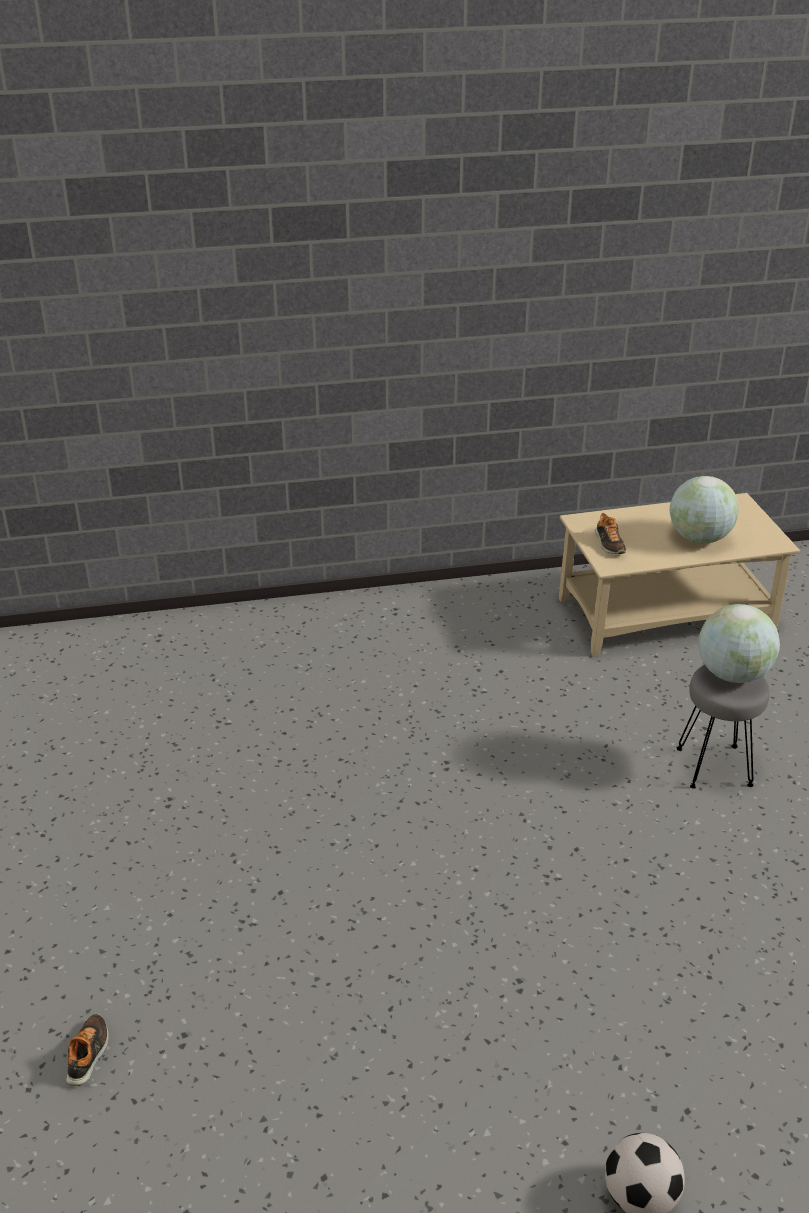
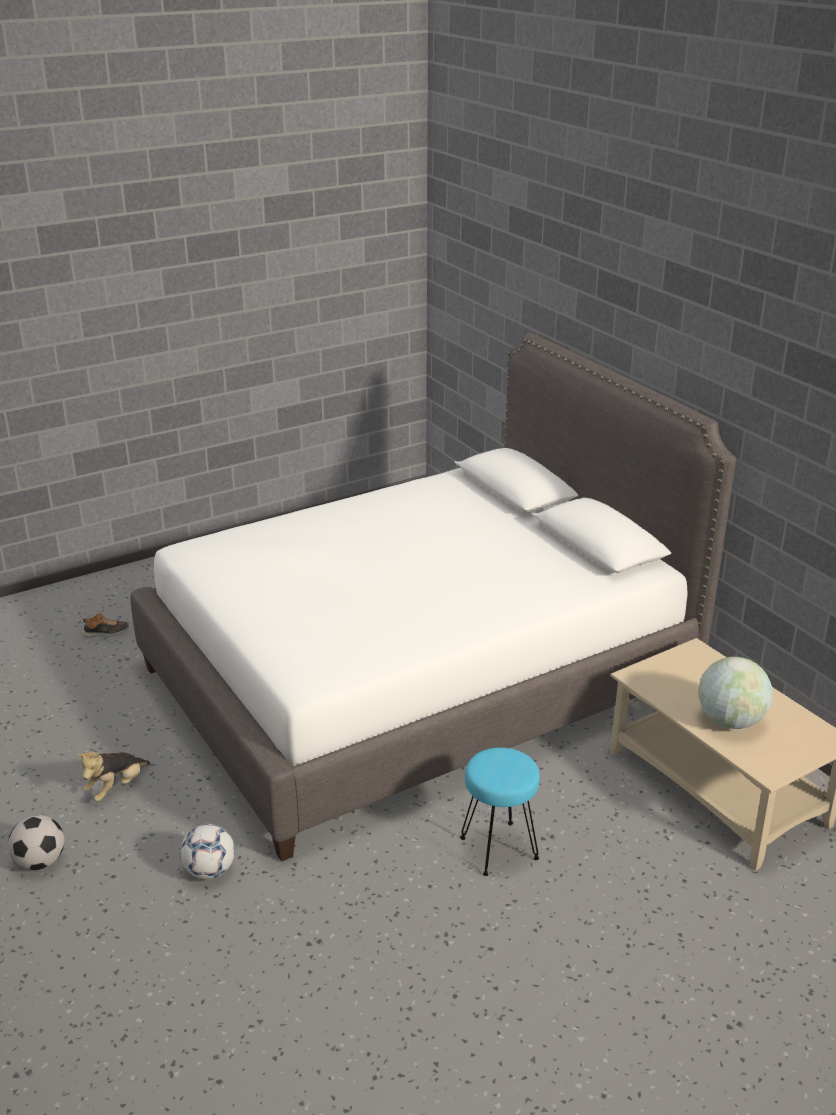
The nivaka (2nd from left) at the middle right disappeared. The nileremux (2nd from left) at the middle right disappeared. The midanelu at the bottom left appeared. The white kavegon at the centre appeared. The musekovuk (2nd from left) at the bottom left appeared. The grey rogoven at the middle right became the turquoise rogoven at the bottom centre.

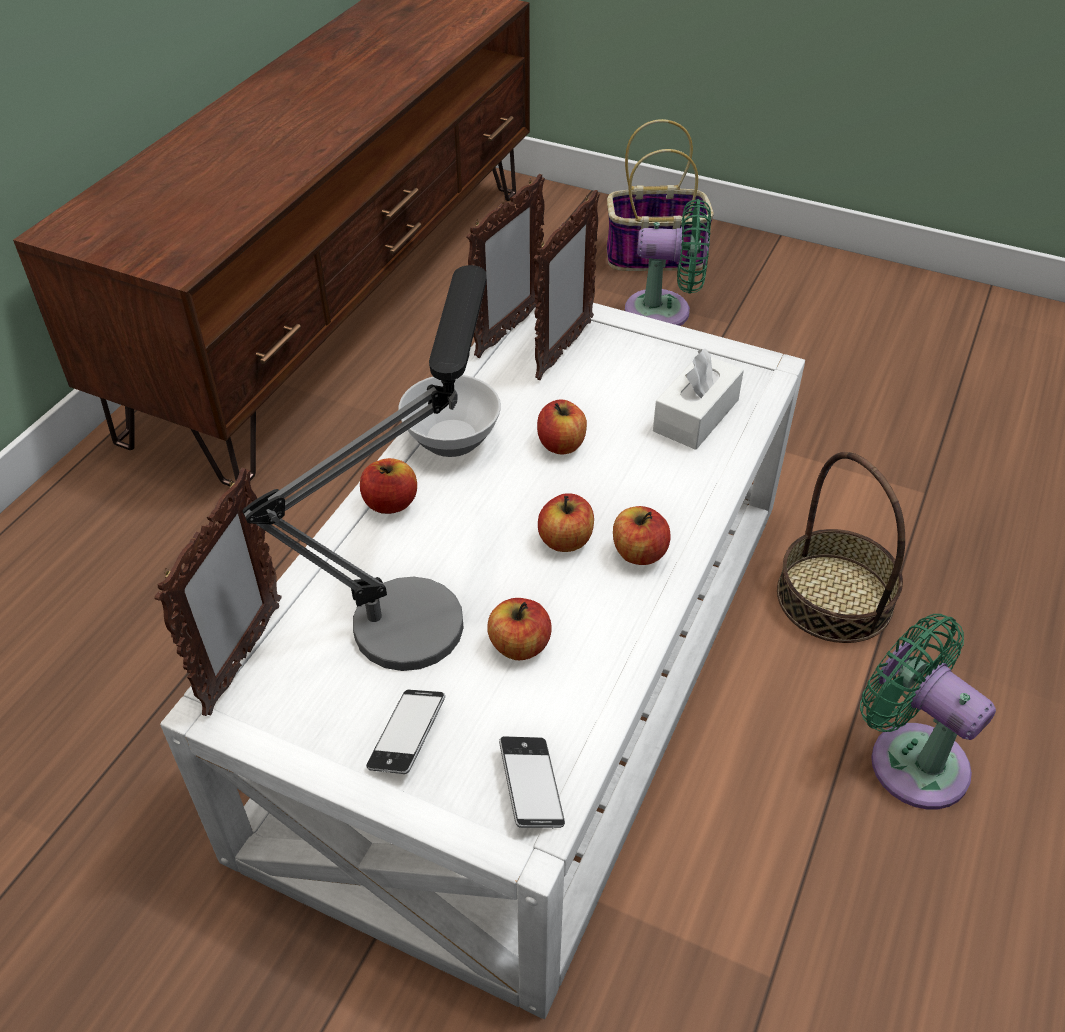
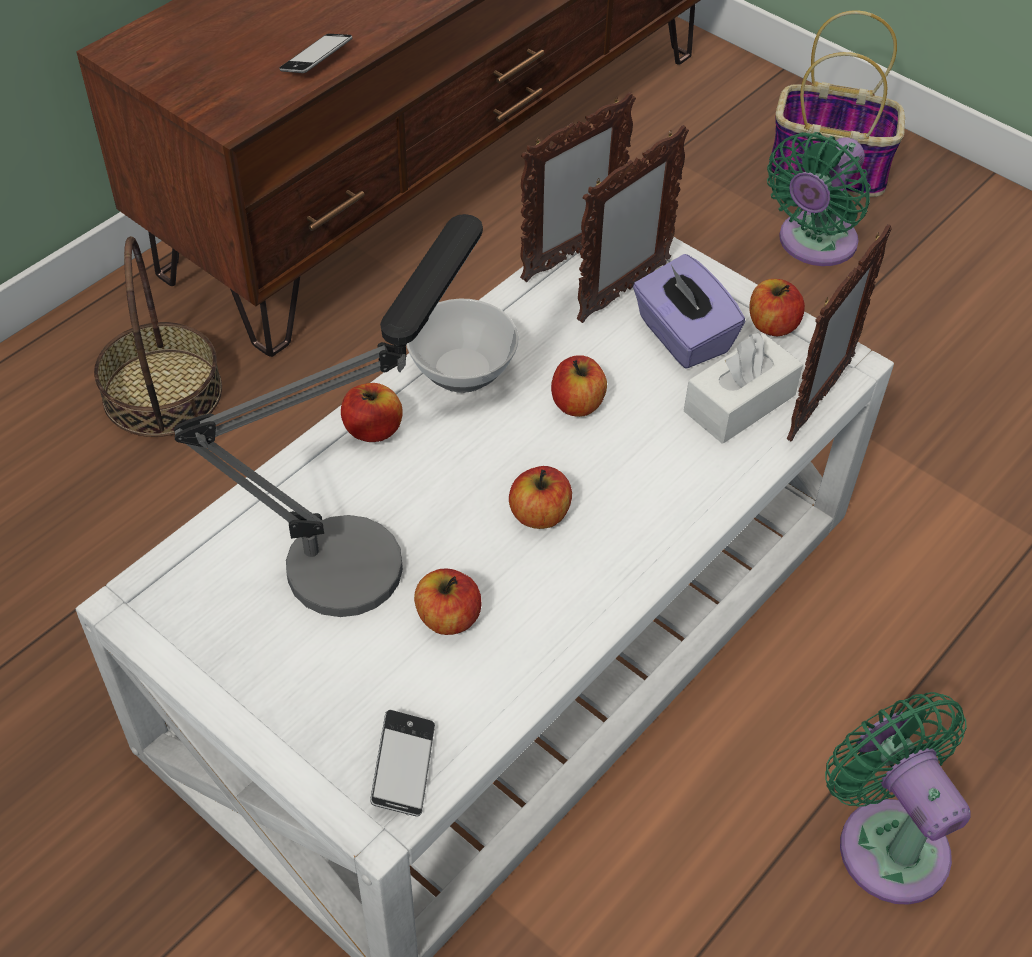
The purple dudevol at the top right appeared. The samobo (1st from left in the first image) moved from the middle left to the middle right. The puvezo (1st from left) moved from the bottom centre to the top left. The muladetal (5th from left) moved from the centre to the top right. The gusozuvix (2nd from left in the first image) moved from the middle right to the middle left. The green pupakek (1st from left) at the top centre turned 105 degrees clockwise.

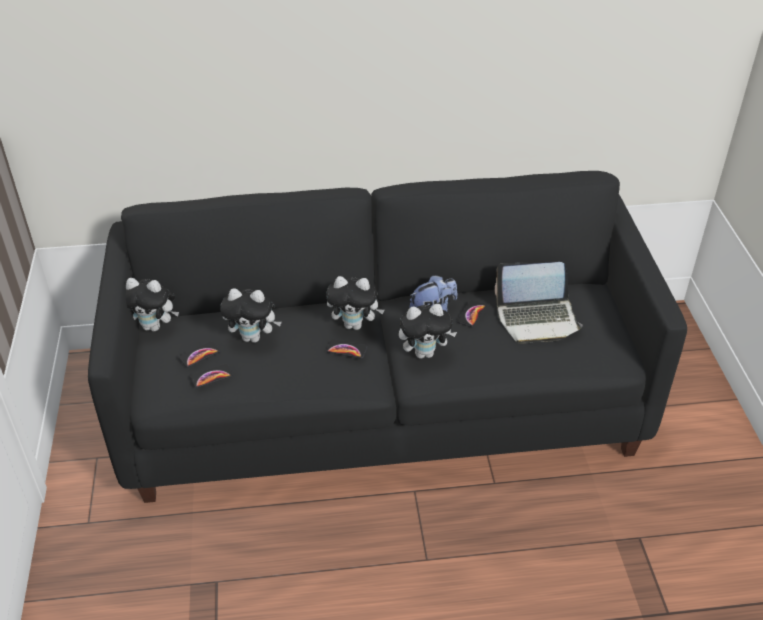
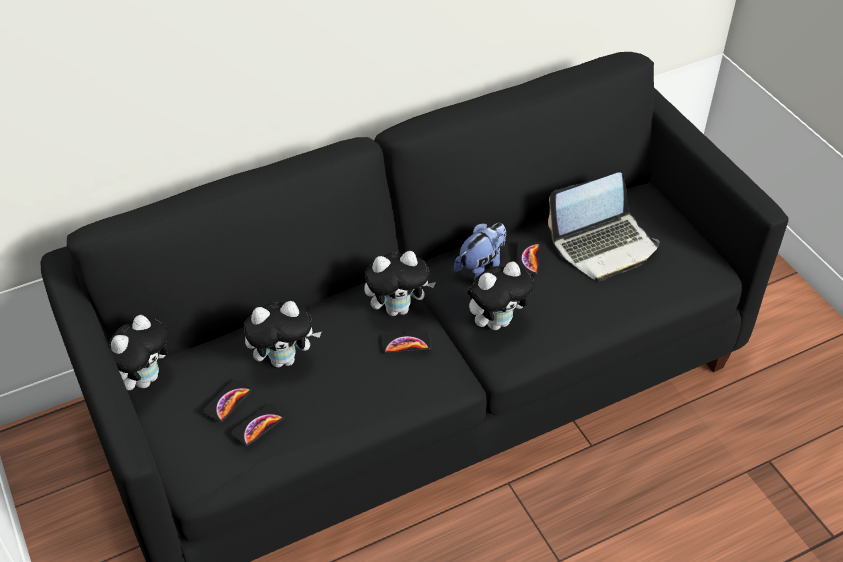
The midanelu (1st from left) at the middle left turned 45 degrees counterclockwise.

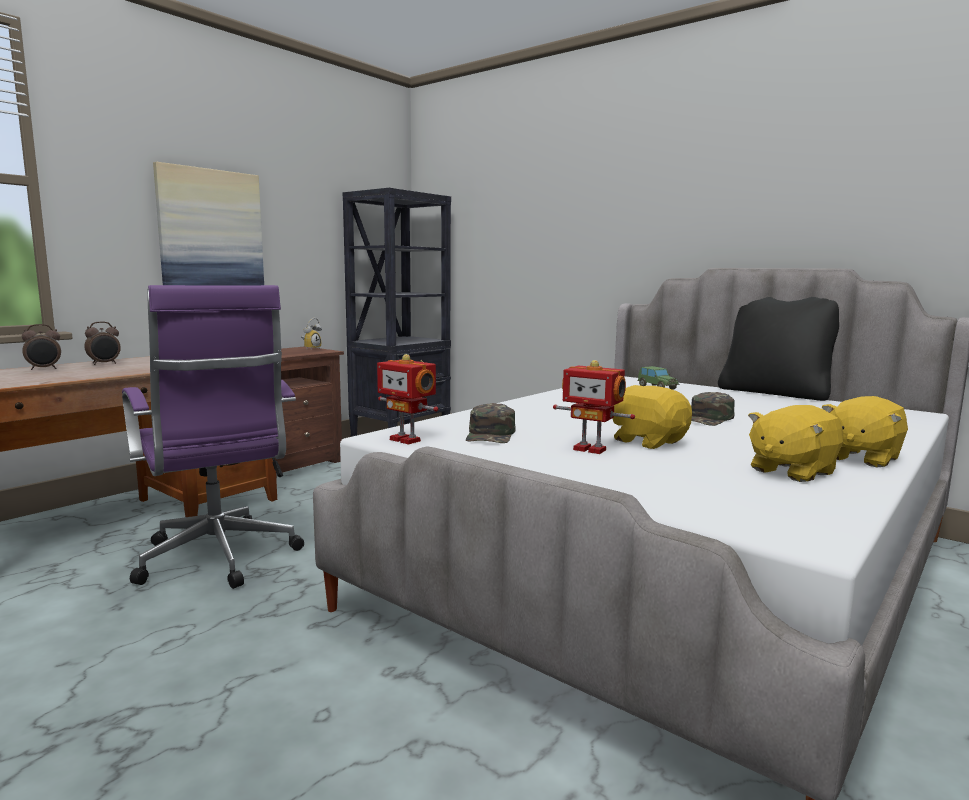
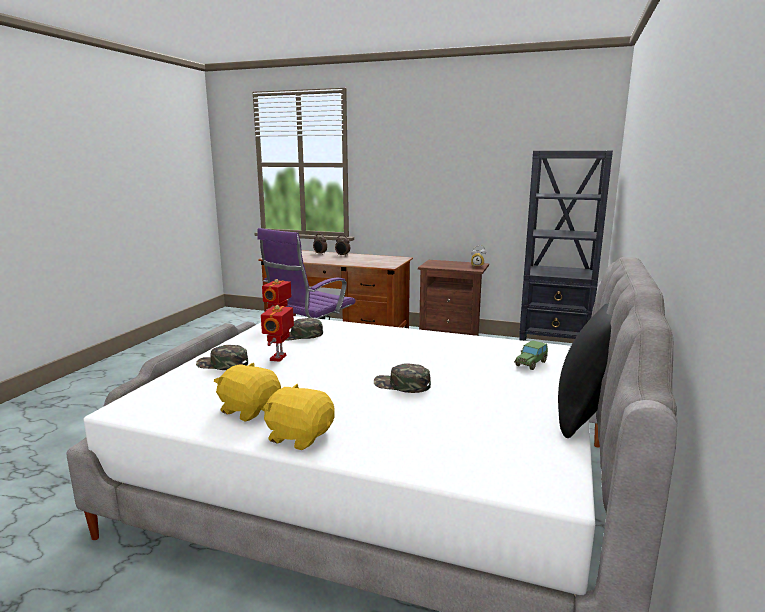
The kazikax at the top left disappeared. The yellow midanelu (1st from left) at the middle right disappeared. The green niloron (1st from left) at the middle left appeared.

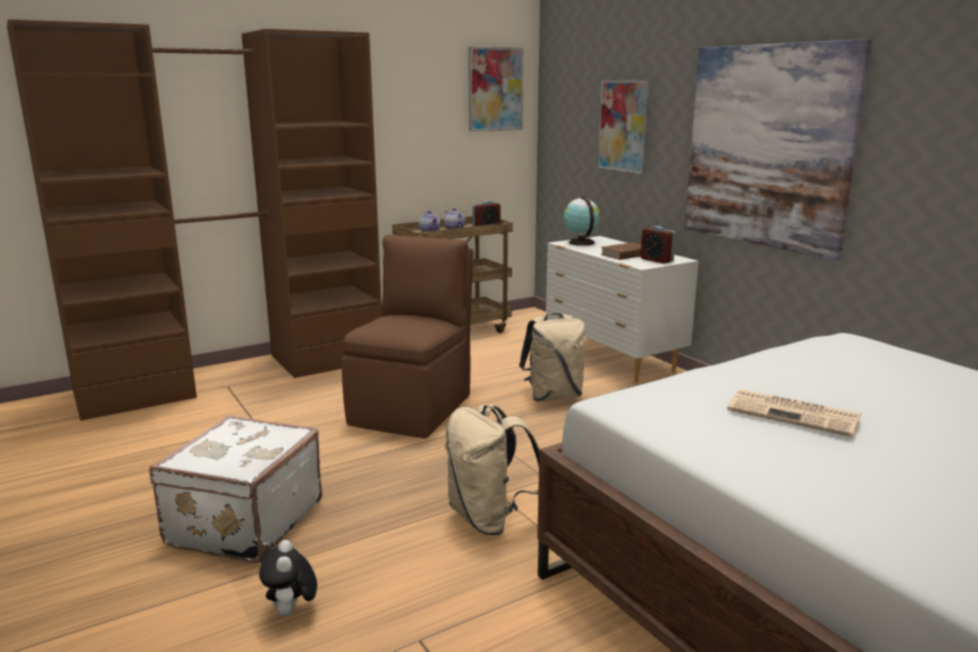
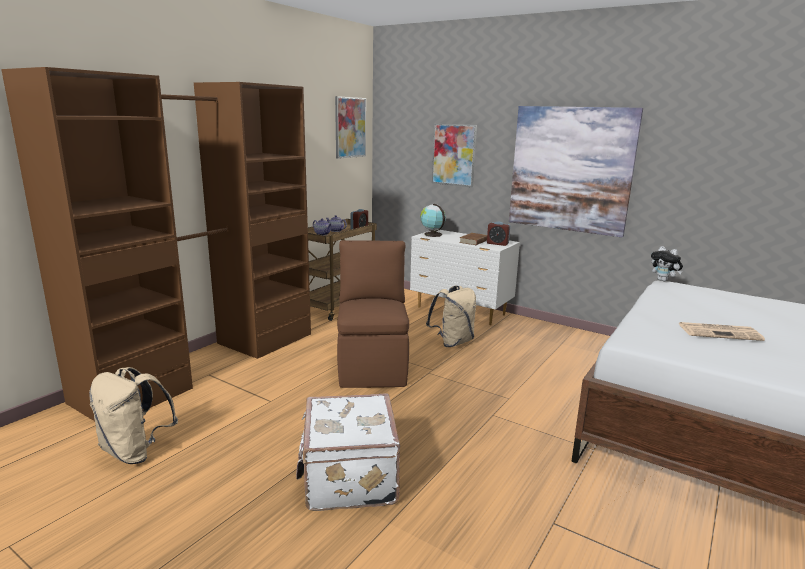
The midanelu moved from the bottom left to the middle right. The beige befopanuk (1st from left) moved from the bottom centre to the bottom left.

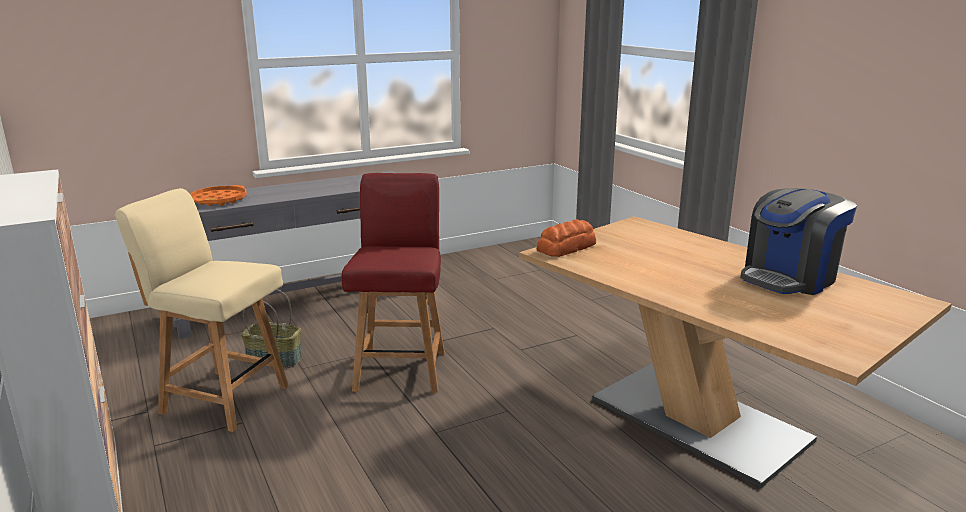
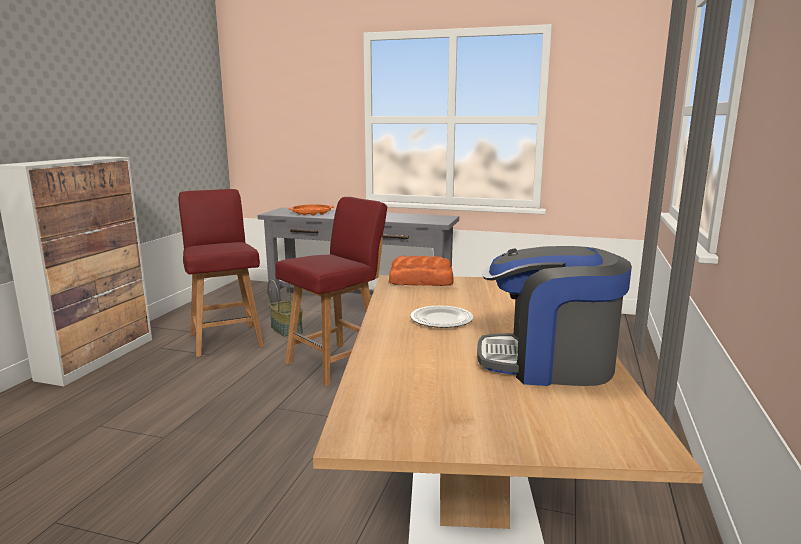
The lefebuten at the centre appeared. The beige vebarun at the middle left became the red vebarun (1st from left) at the middle left.

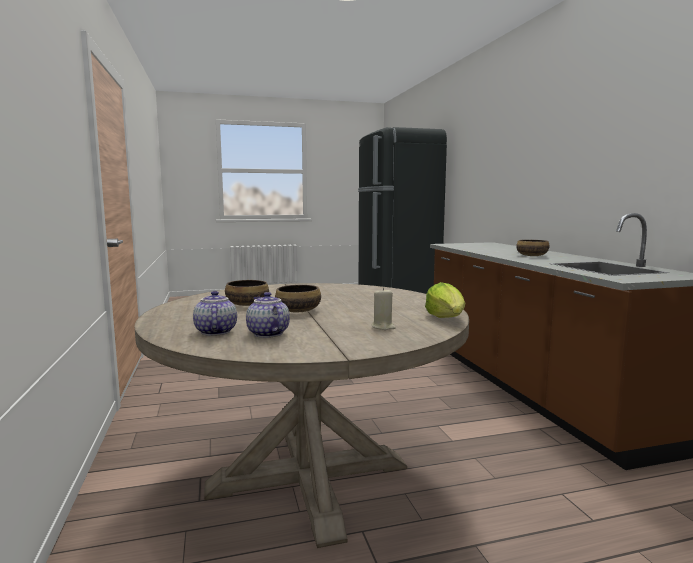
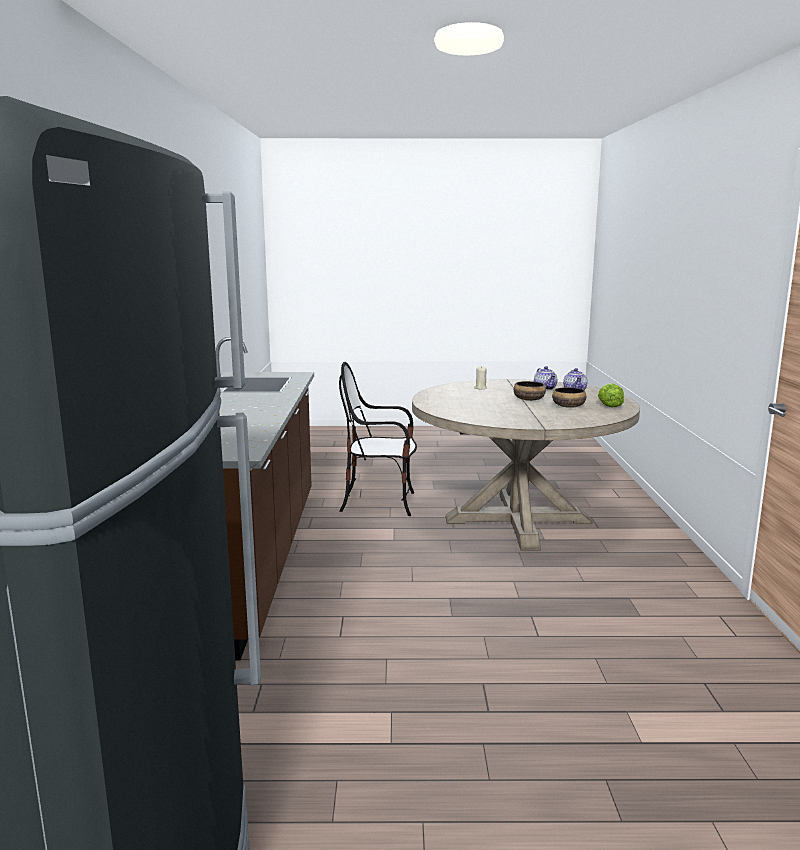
The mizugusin (3rd from left) at the middle right disappeared. The vebarun at the centre appeared. The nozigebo moved from the centre to the middle right.

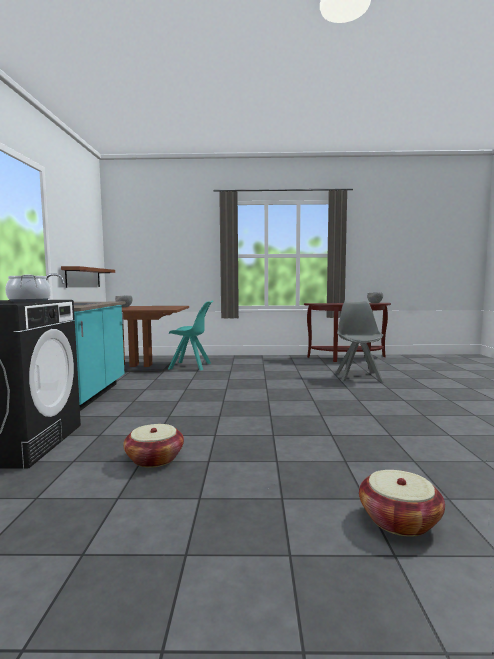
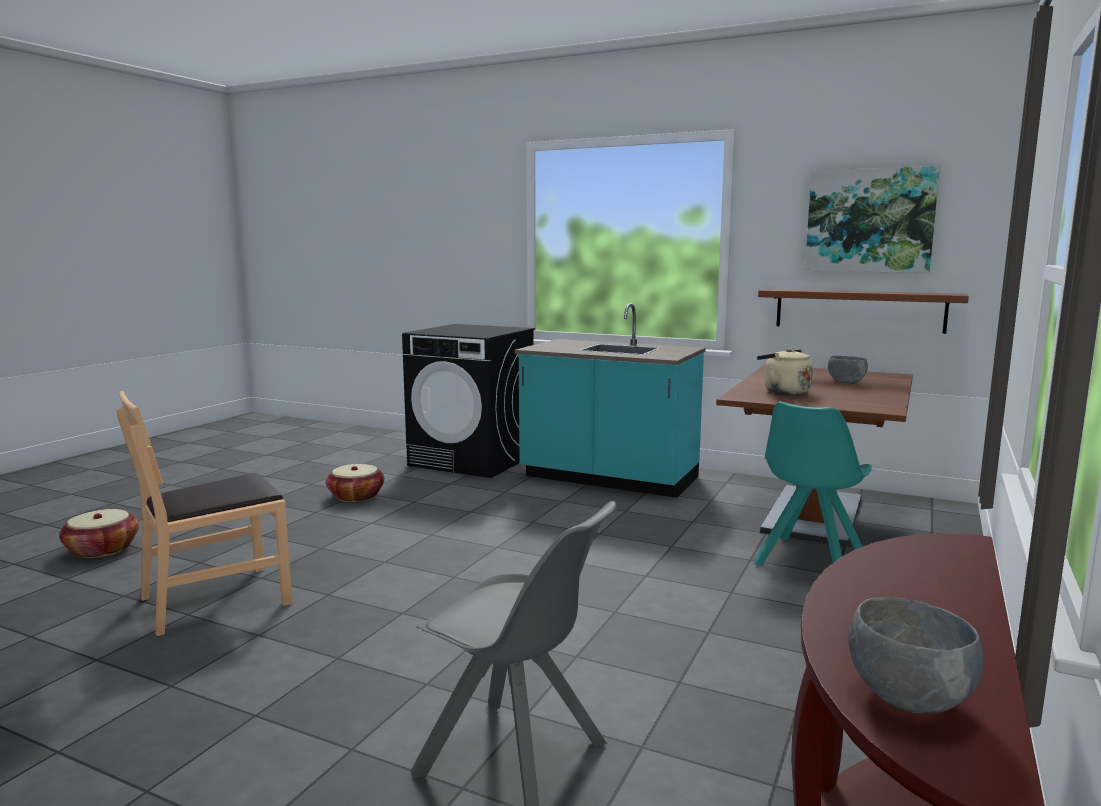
The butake at the middle left disappeared. The brown vebarun at the middle left appeared. The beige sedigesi at the middle right appeared. The kazikax at the top right appeared.

